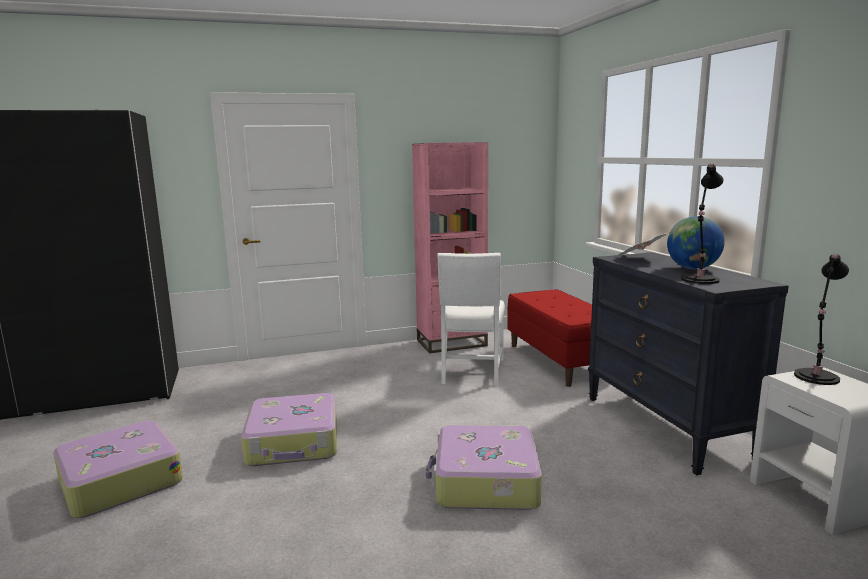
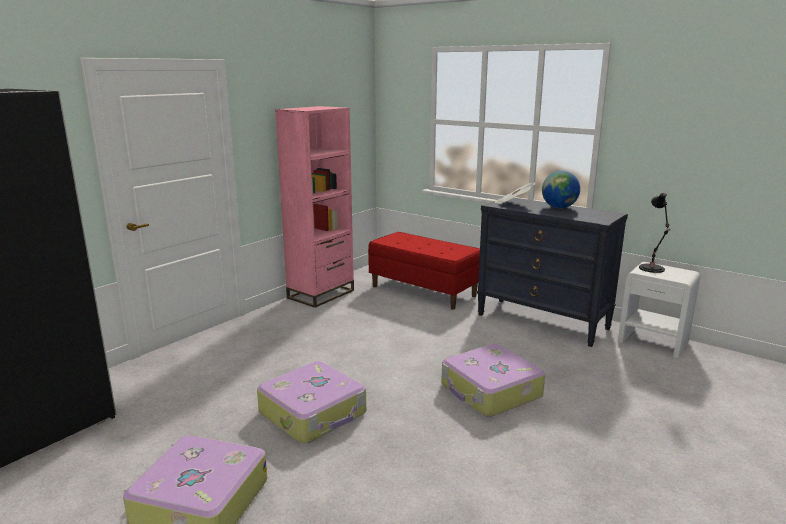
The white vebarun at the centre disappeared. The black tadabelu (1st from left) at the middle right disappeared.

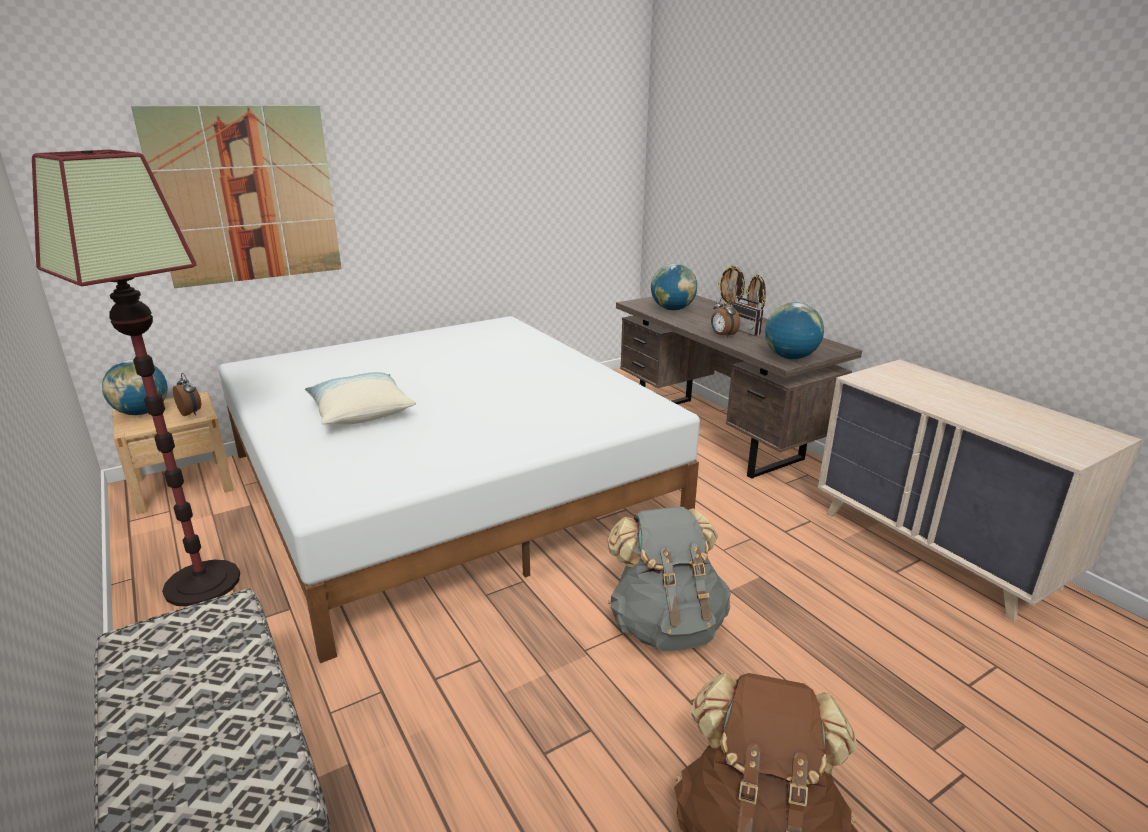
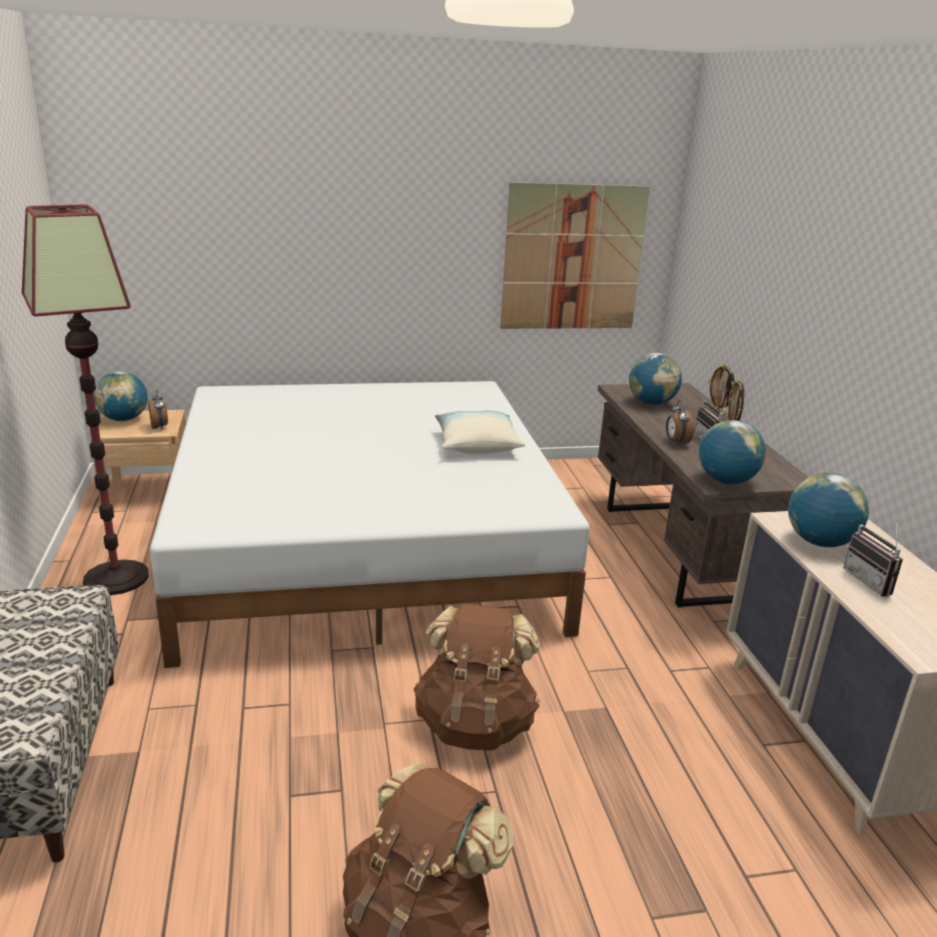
The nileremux (4th from left) at the middle right appeared. The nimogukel (2nd from left) at the middle right appeared. The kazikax moved from the top left to the top centre. The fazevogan moved from the middle left to the centre. The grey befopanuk at the bottom centre became the brown befopanuk (2nd from left) at the bottom centre.

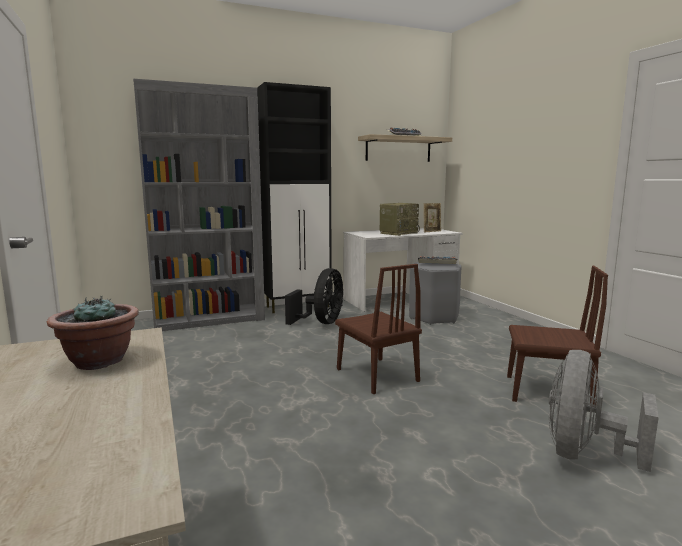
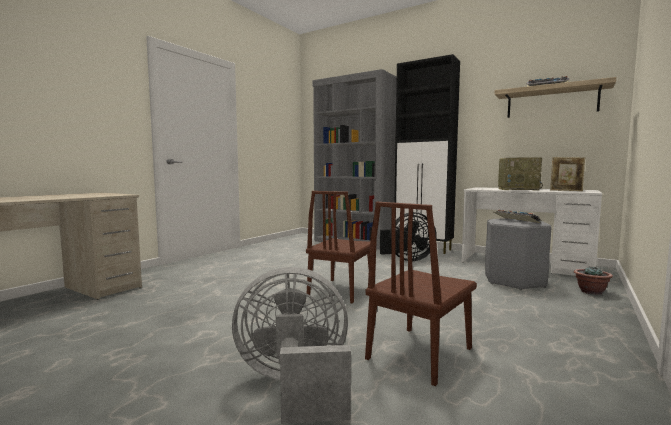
The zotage moved from the middle left to the middle right. The brown vebarun (2nd from left) at the middle right turned 60 degrees clockwise.

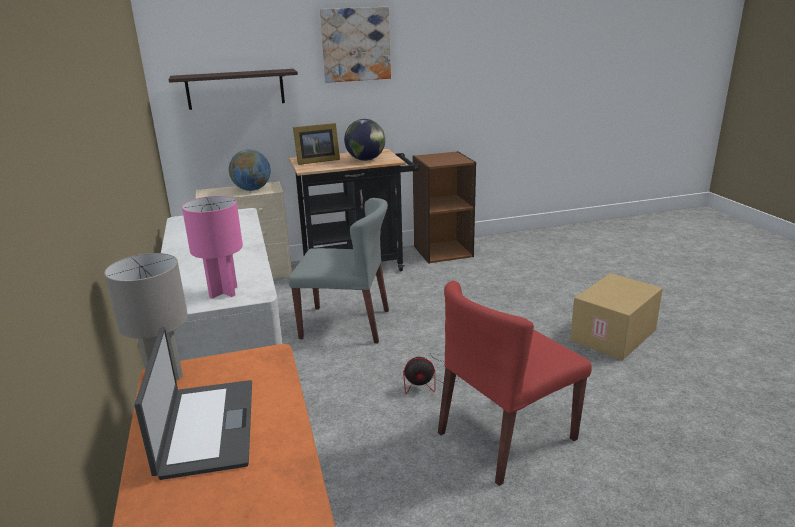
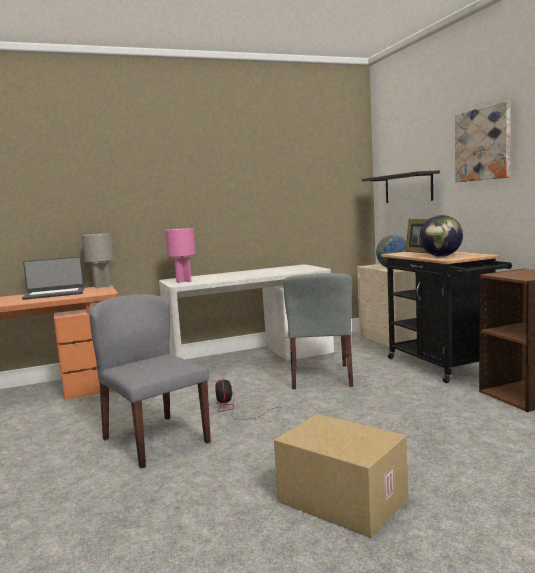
The red vebarun at the bottom centre became the grey vebarun (1st from left) at the middle left.

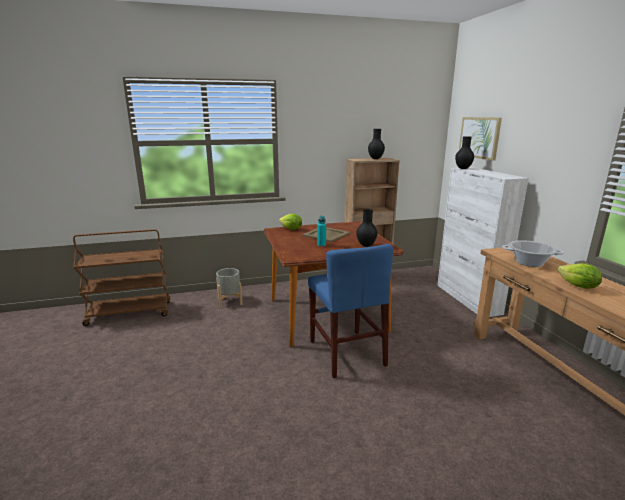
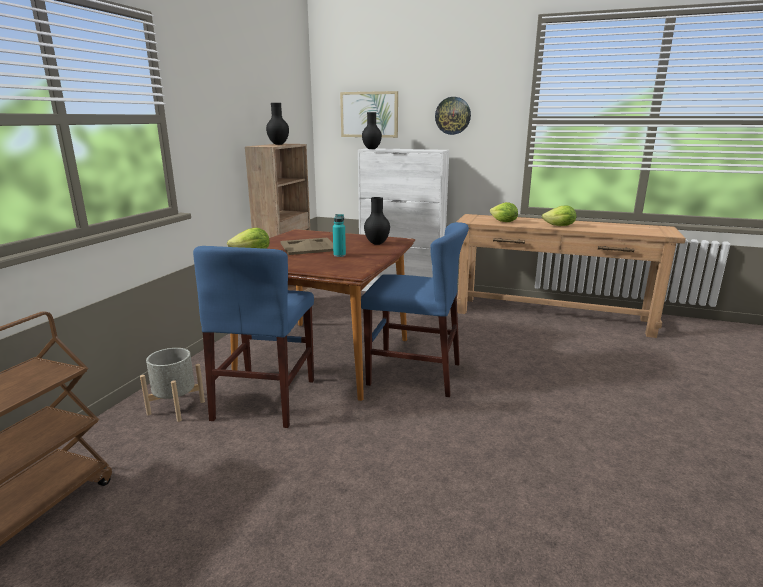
The blue vebarun (1st from left) at the middle left appeared. The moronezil at the top centre appeared. The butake at the middle right was replaced by the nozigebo (2nd from left) at the centre.

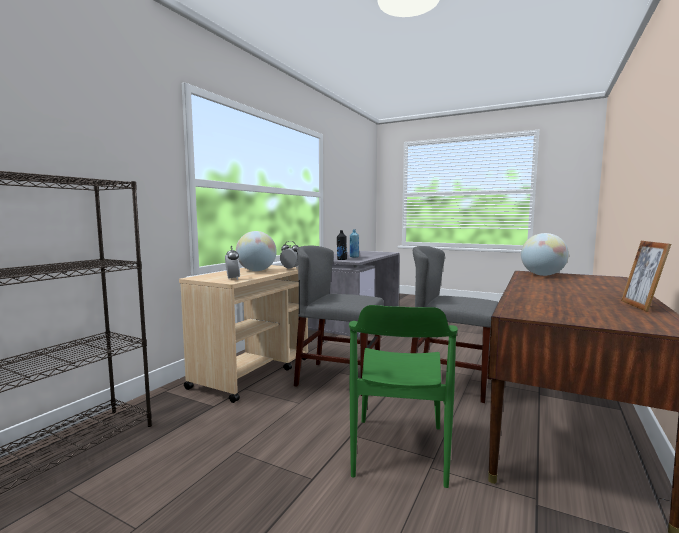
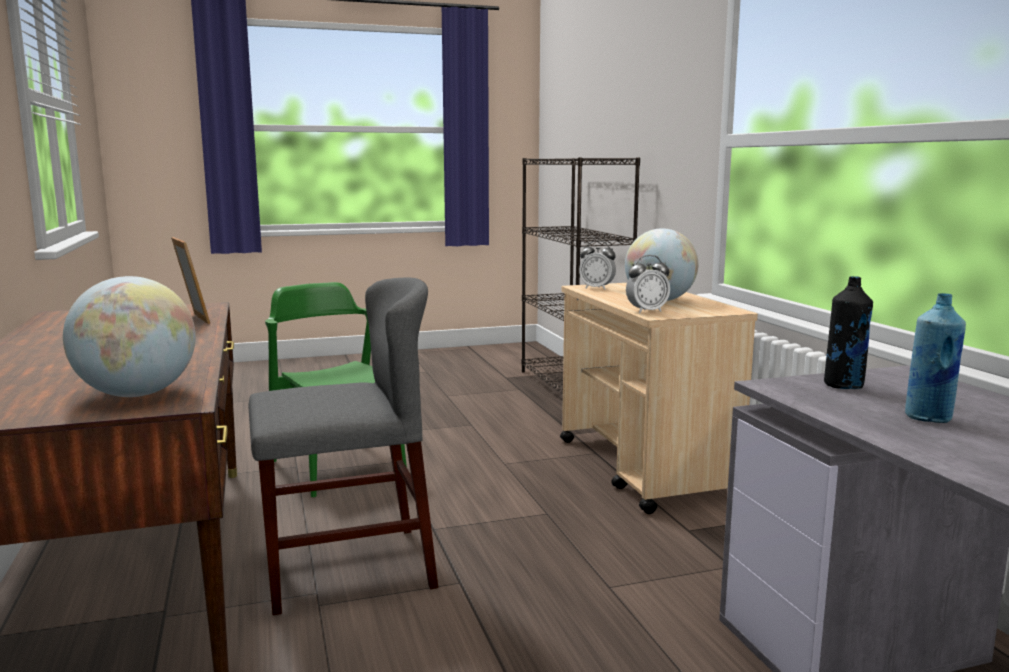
The grey vebarun (1st from left) at the centre disappeared. The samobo moved from the middle right to the middle left.

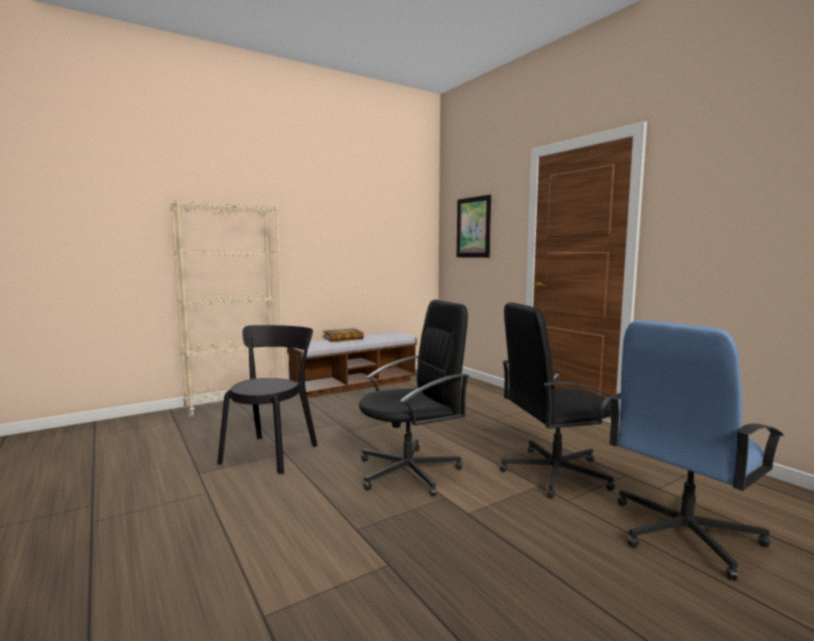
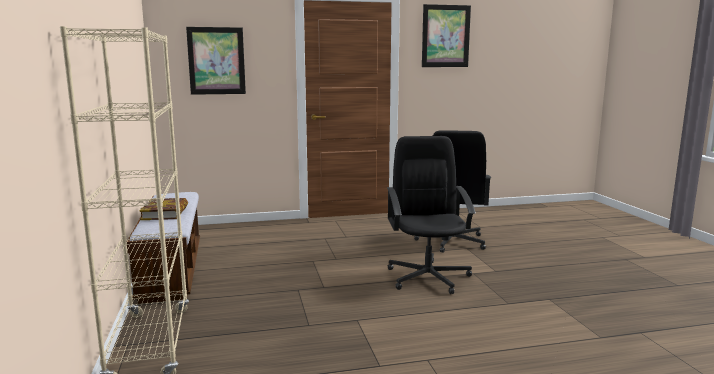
The black vebarun at the middle left disappeared. The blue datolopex at the bottom right disappeared. The kazikax (2nd from left) at the top centre appeared.

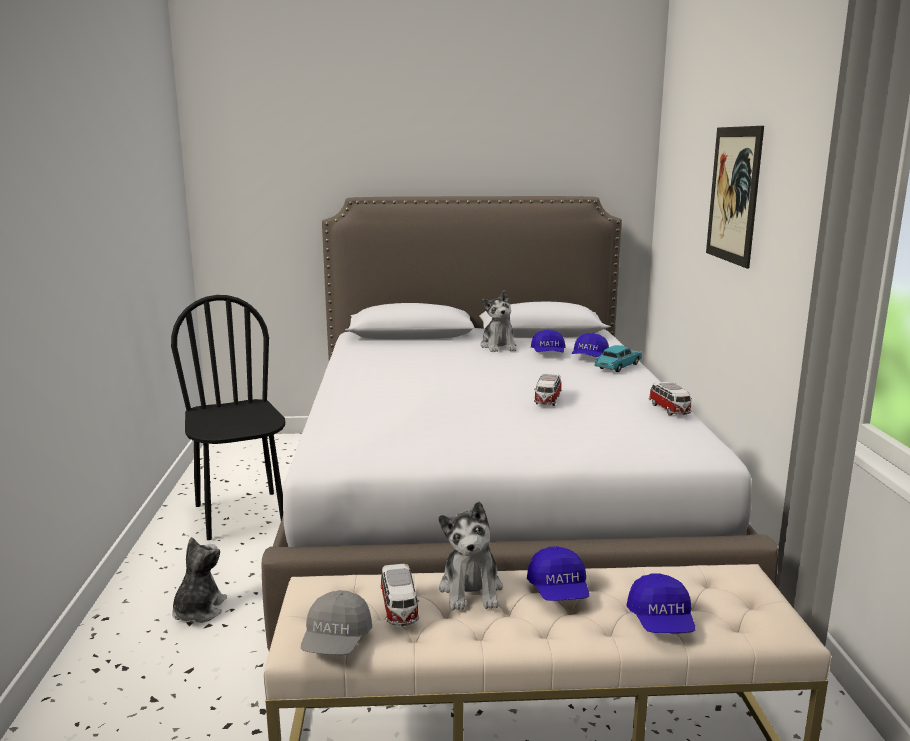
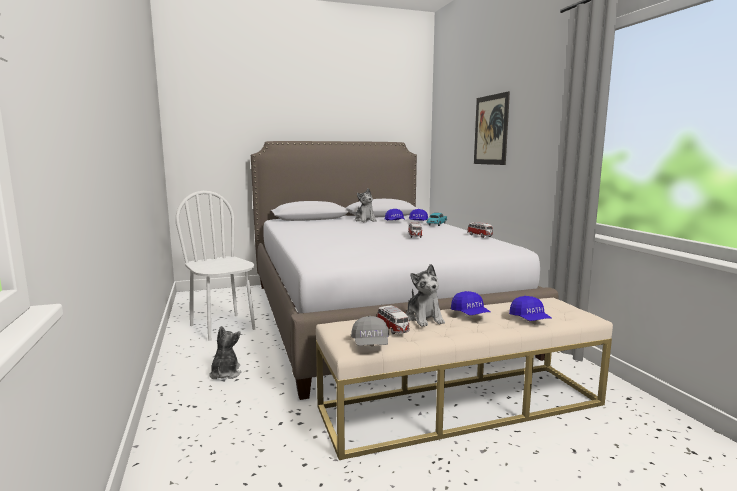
The black vebarun at the middle left became the white vebarun at the middle left.

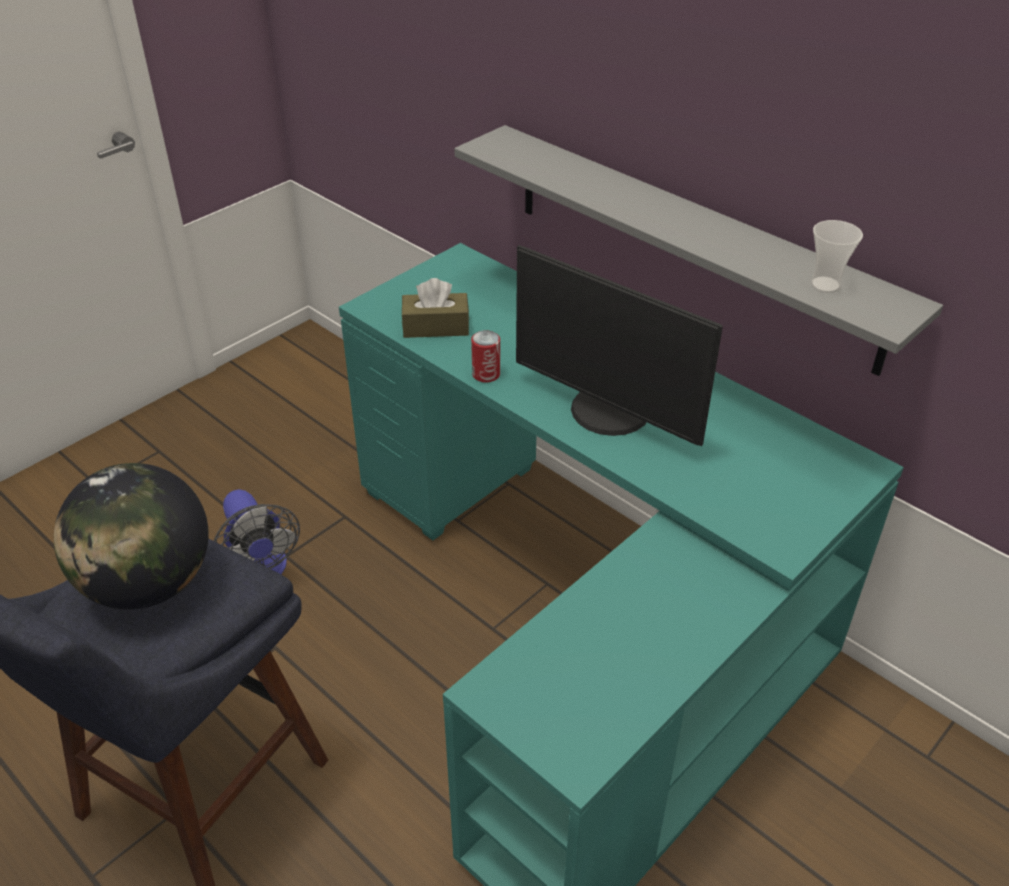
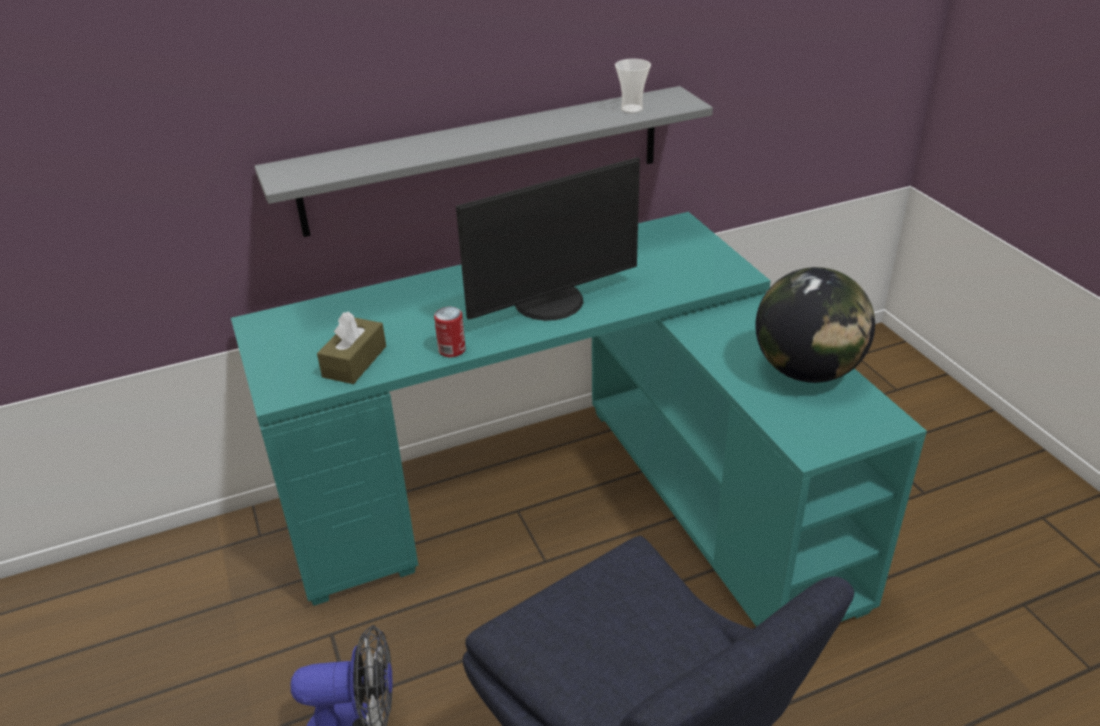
The nileremux moved from the middle left to the middle right.

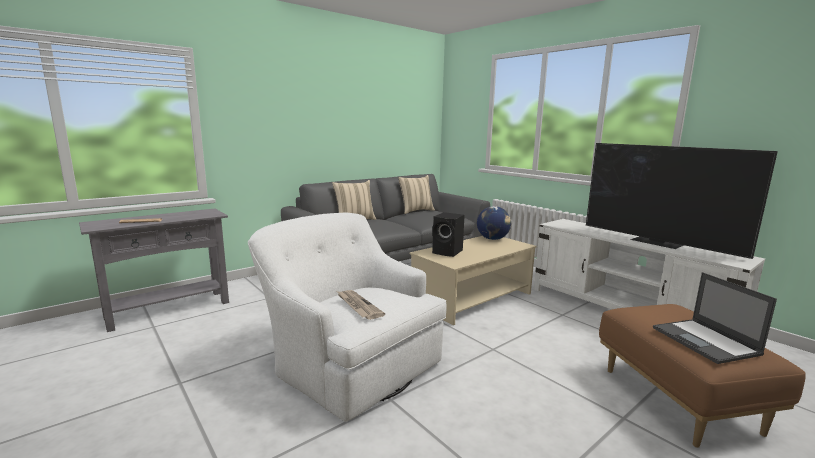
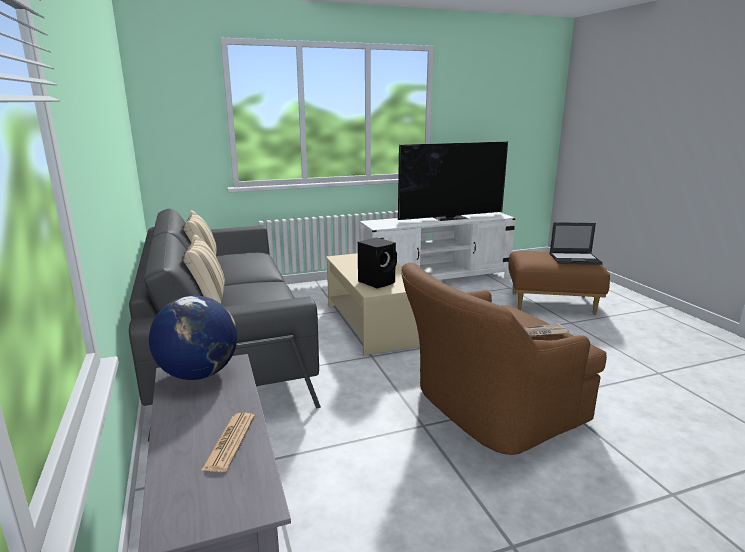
The nileremux moved from the centre to the middle left. The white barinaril at the bottom centre became the brown barinaril at the middle right.

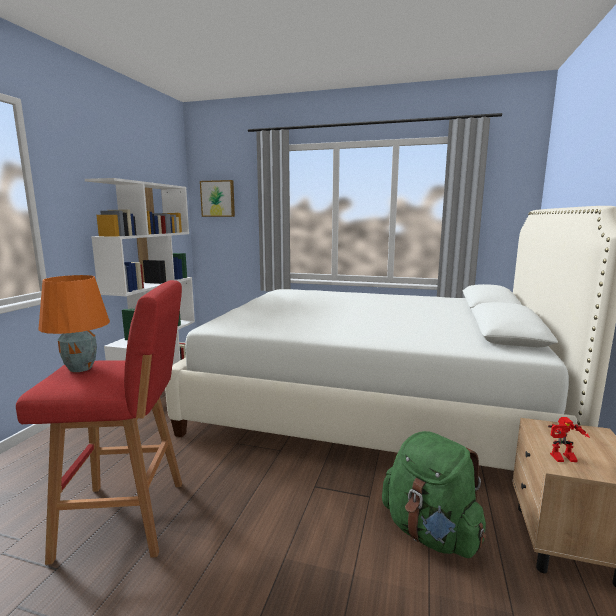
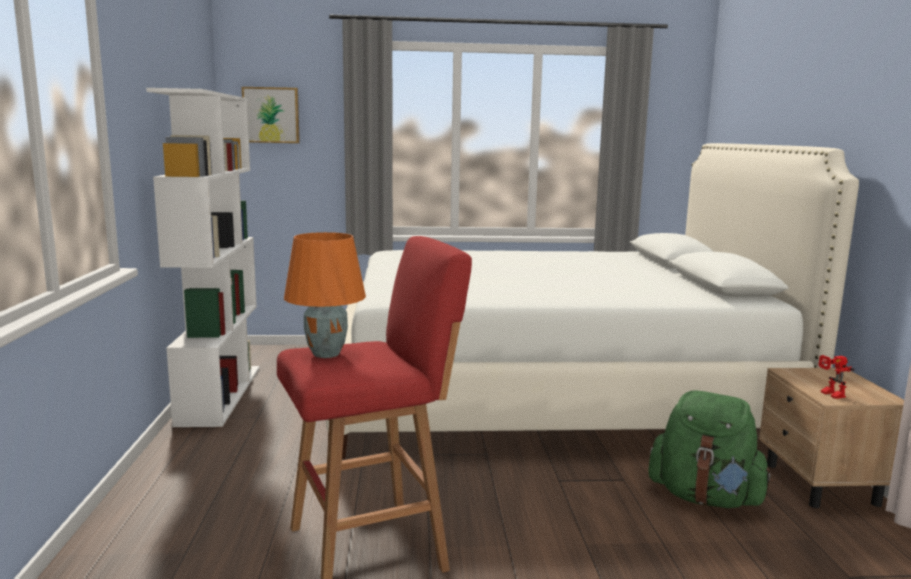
The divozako at the bottom right turned 90 degrees clockwise.

